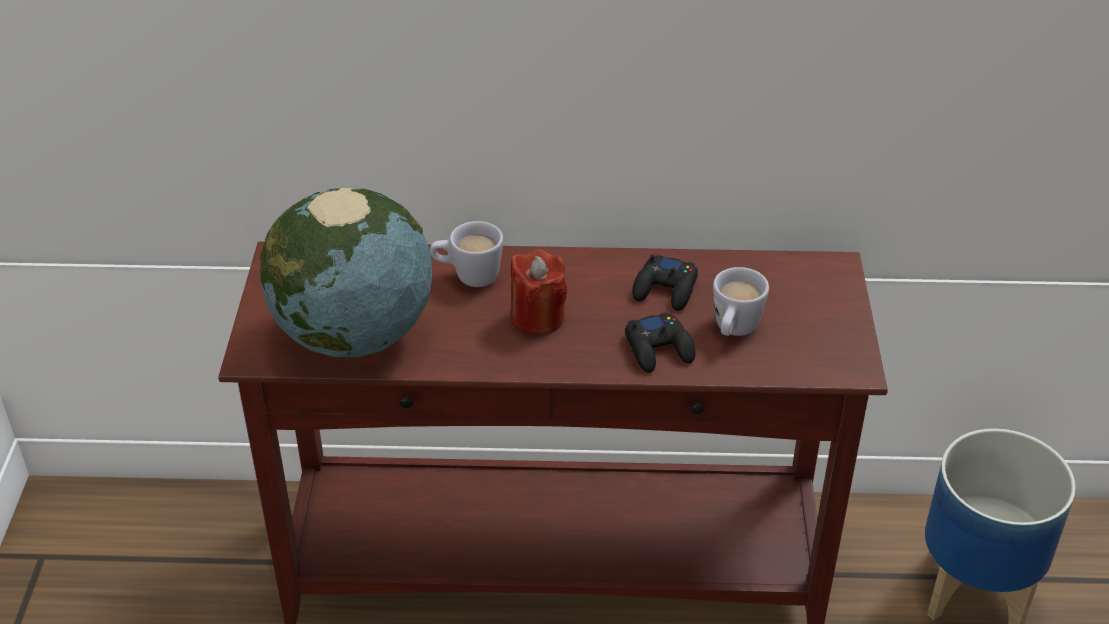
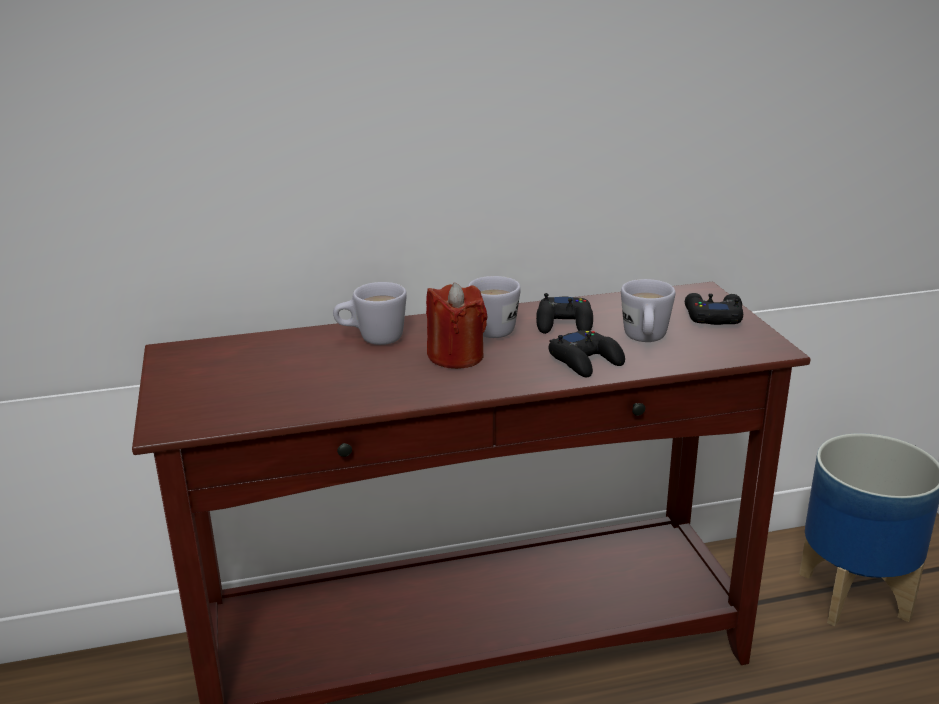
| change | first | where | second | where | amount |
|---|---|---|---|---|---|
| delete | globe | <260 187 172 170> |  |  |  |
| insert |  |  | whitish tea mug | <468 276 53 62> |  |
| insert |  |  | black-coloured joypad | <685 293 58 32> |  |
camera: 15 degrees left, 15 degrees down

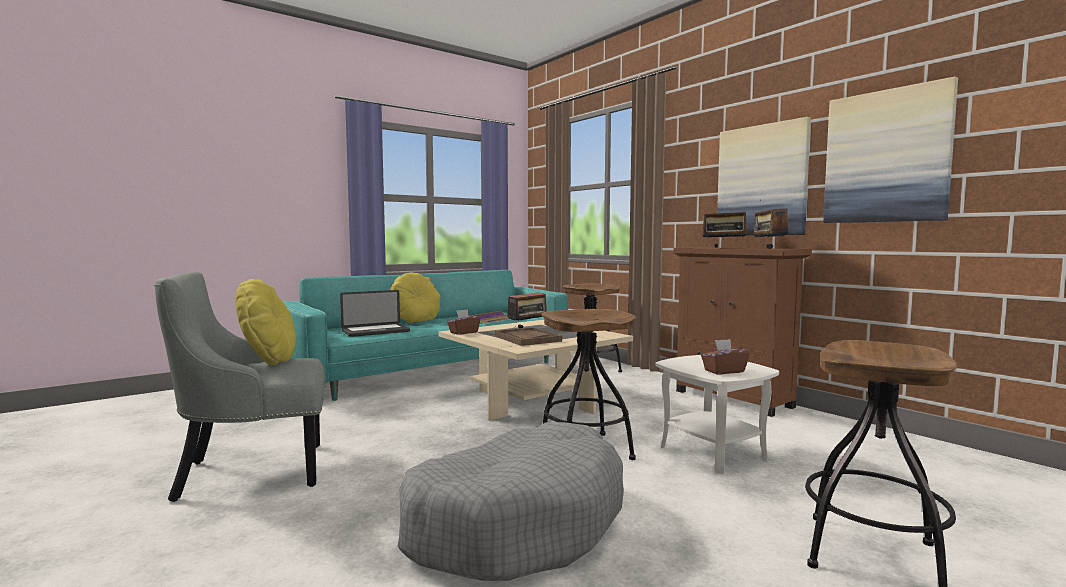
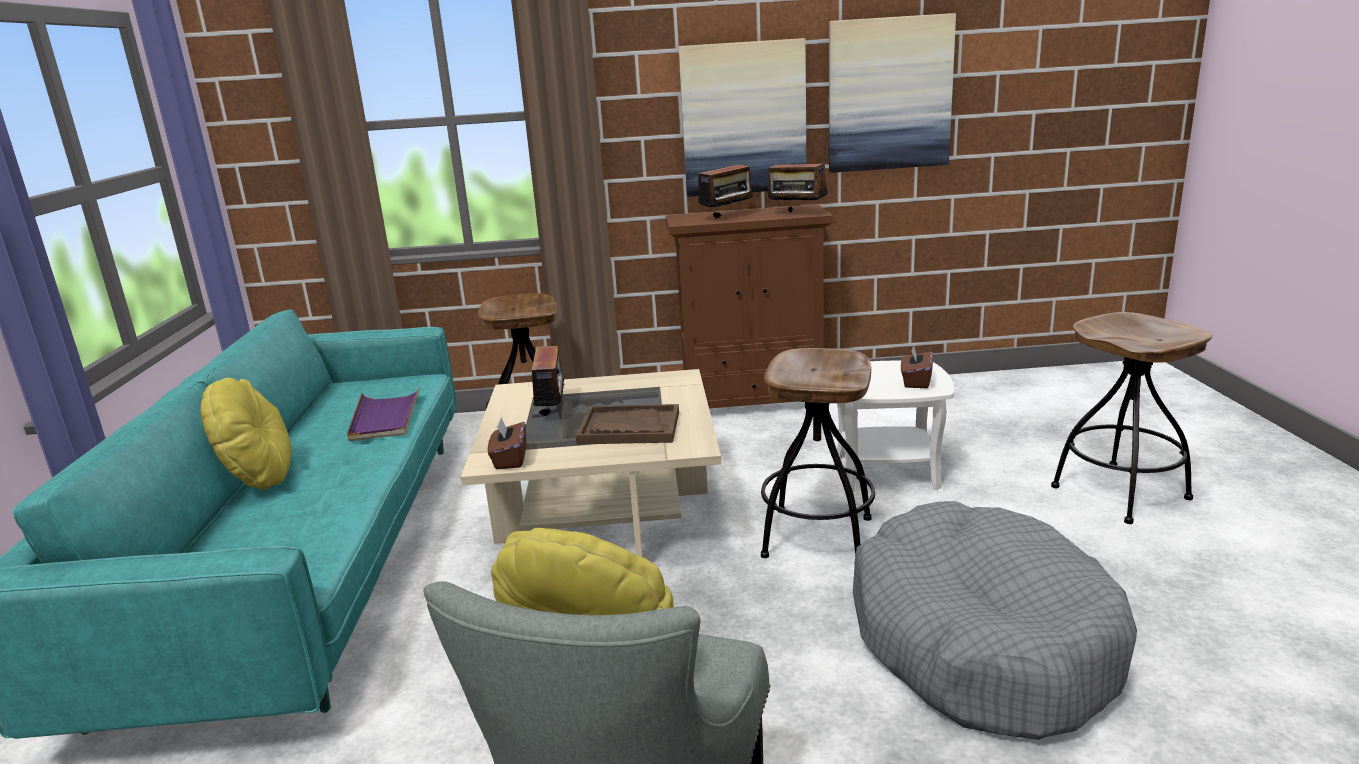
| change | first | where | second | where | amount |
|---|---|---|---|---|---|
| delete | portable computer | <340 290 70 47> |  |  |  |
camera: 55 degrees left, 15 degrees up

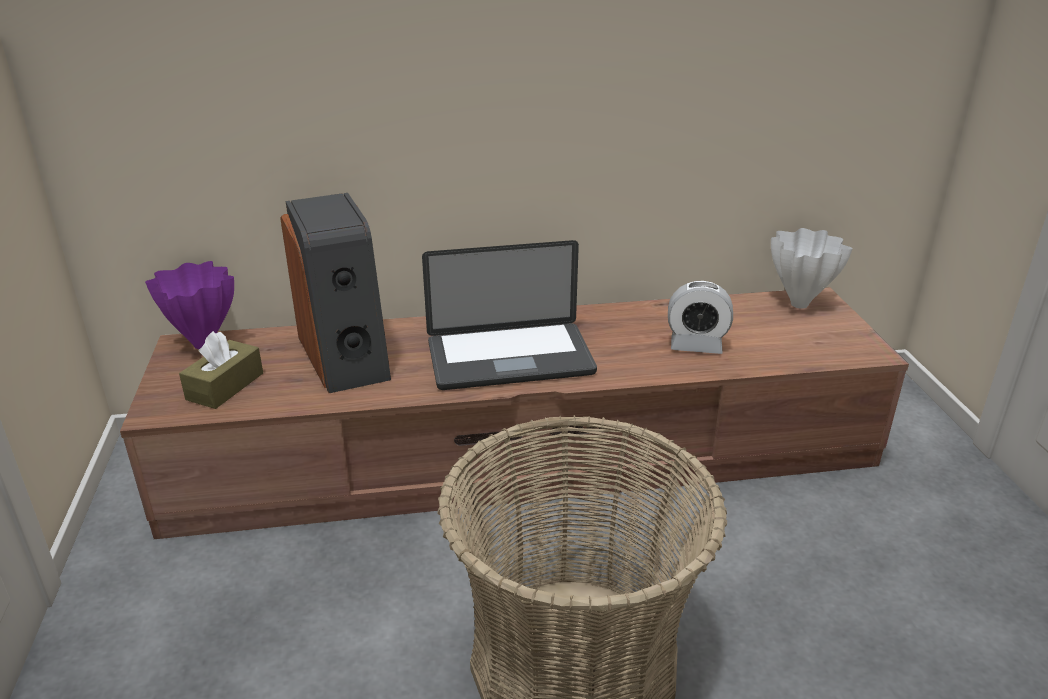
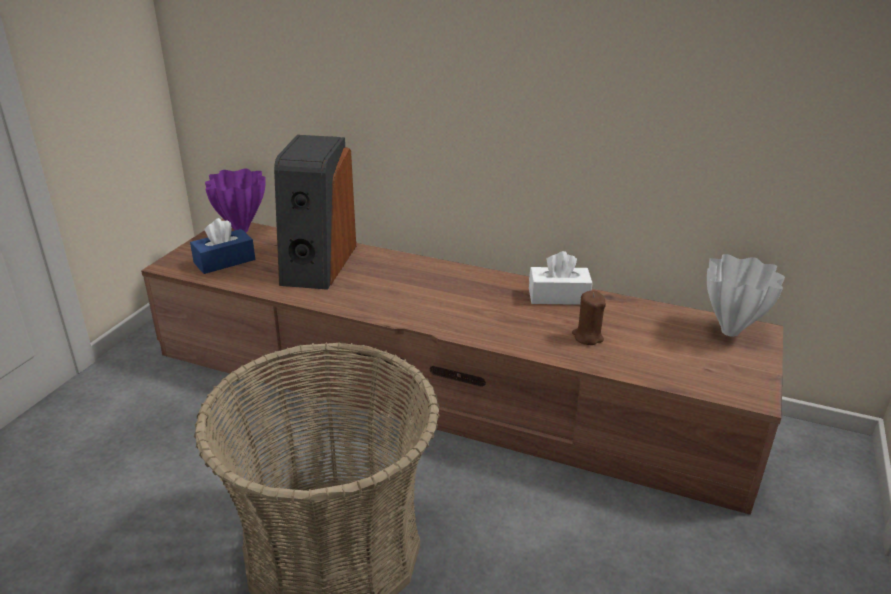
| change | first | where | second | where | amount |
|---|---|---|---|---|---|
| delete | portable computer | <422 240 175 150> |  |  |  |
| replace | alarm clock | <668 281 65 73> | brownish wax light | <572 291 34 54> |  |
| recolor | brownish tissue box | <179 331 84 78> | bluish tissue box | <190 218 65 56> |  |
| insert |  |  | whitish tissue box | <529 251 63 54> |  |
camera: 30 degrees right, 0 degrees up

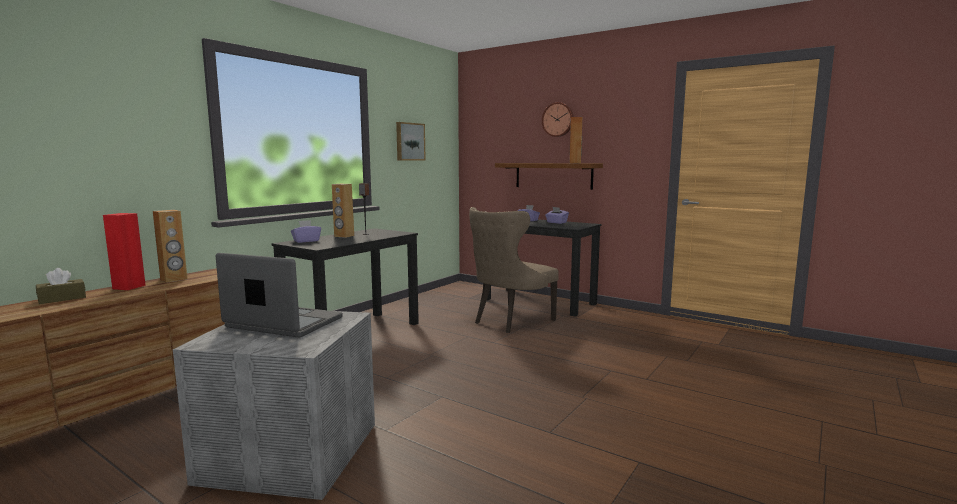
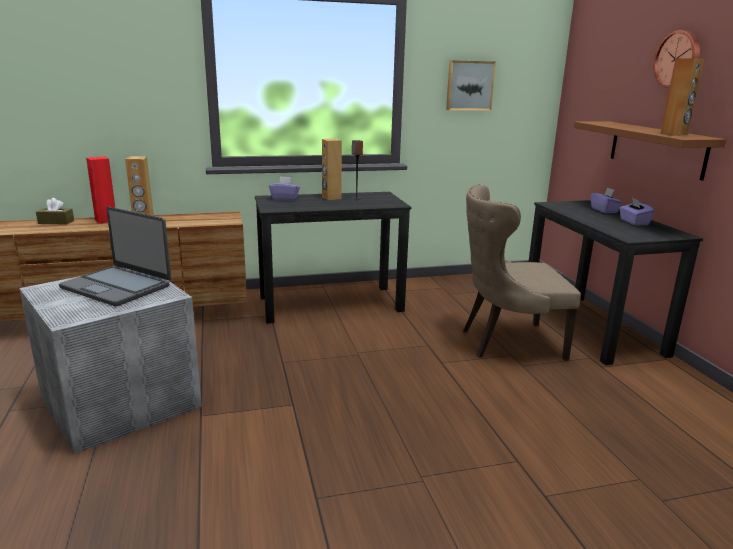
| change | first | where | second | where | amount |
|---|---|---|---|---|---|
| rotate | portable computer | <216 253 126 84> |  | <59 207 112 99> | 150 degrees clockwise |
camera: 40 degrees right, 10 degrees up

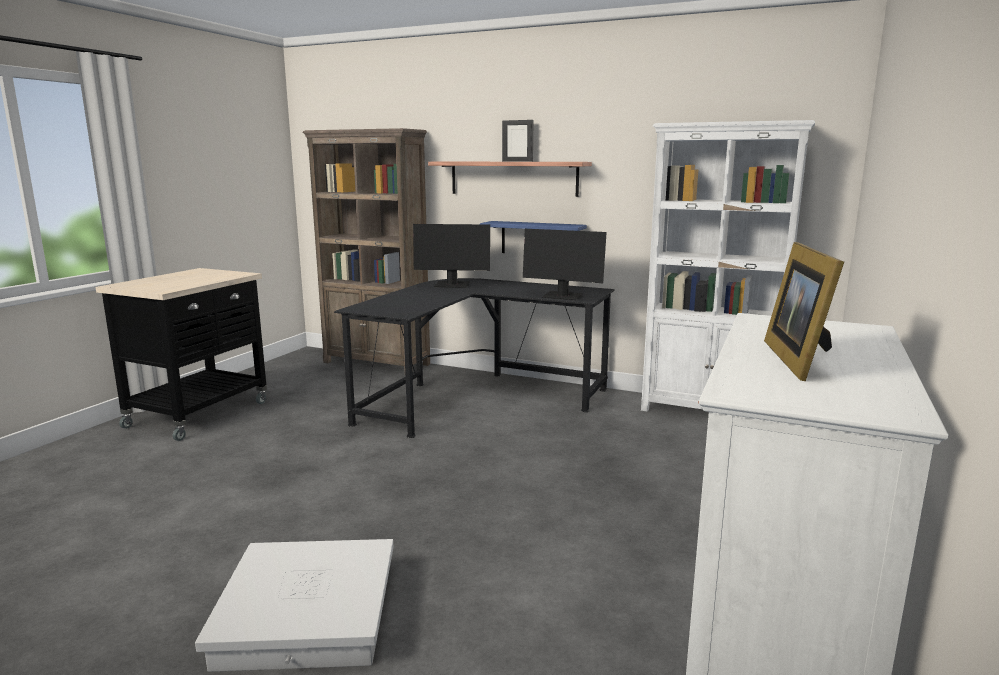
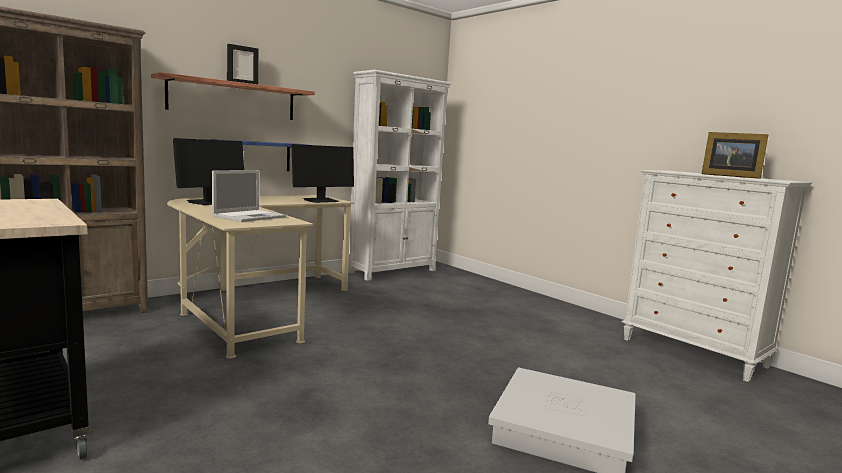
| change | first | where | second | where | amount |
|---|---|---|---|---|---|
| recolor | black-coloured desk unit | <334 278 281 160> | beige-coloured desk unit | <167 195 187 164> |  |
| insert |  |  | portable computer | <212 170 74 52> |  |
camera: 65 degrees left, 5 degrees down

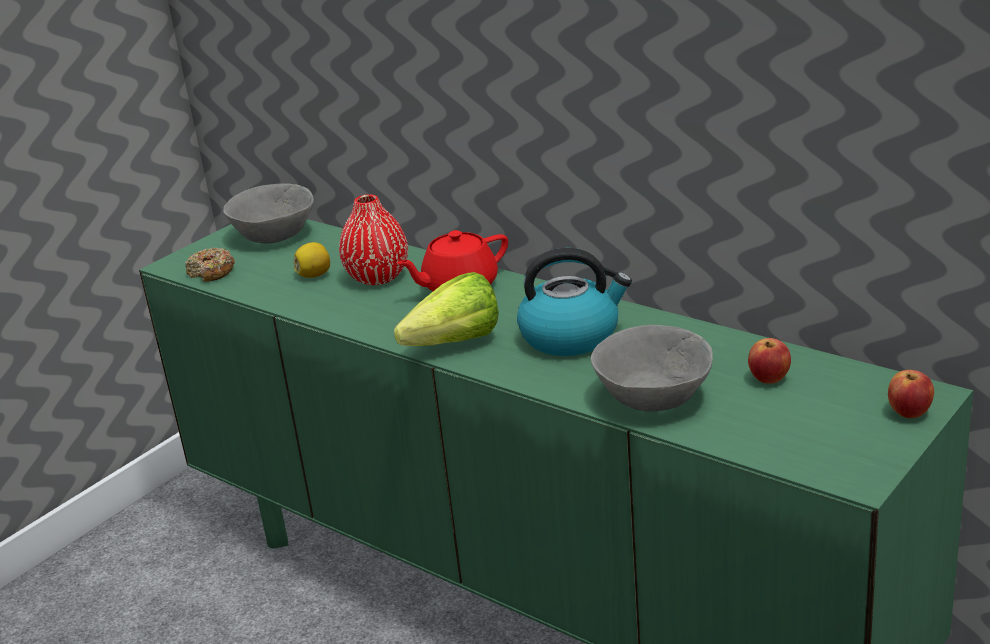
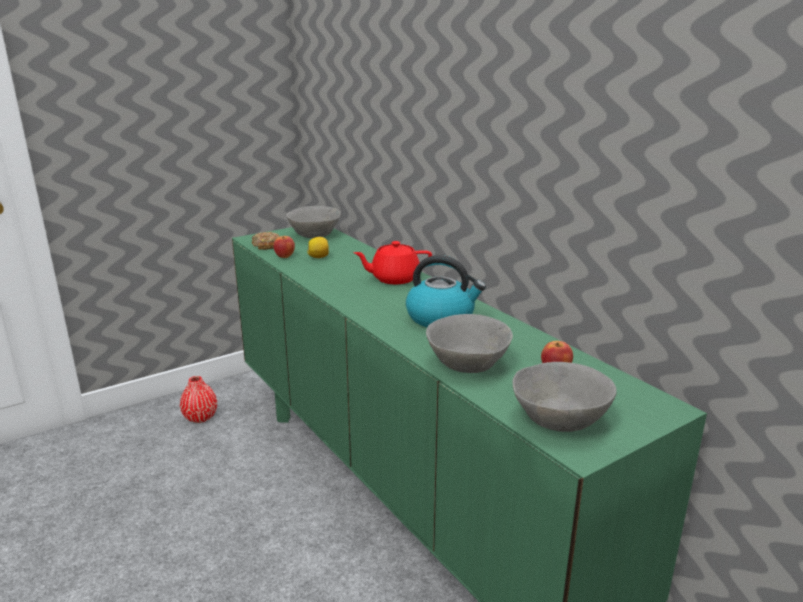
| change | first | where | second | where | amount |
|---|---|---|---|---|---|
| move | red flower vase | <339 194 69 91> |  | <180 376 37 47> |  |
| delete | lettuce | <394 272 105 74> |  |  |  |
| move | whole apple | <888 370 46 48> |  | <274 236 21 22> |  |
| insert |  |  | greyish serving bowl | <512 362 105 70> |  |
camera: 15 degrees right, 5 degrees down

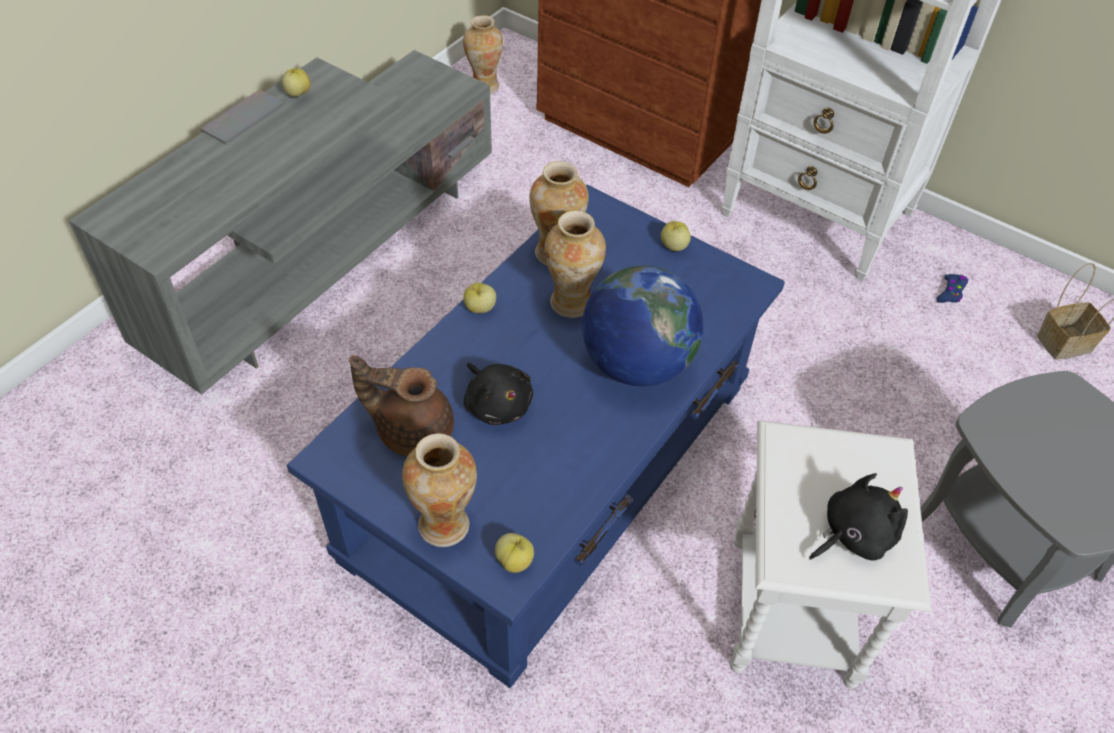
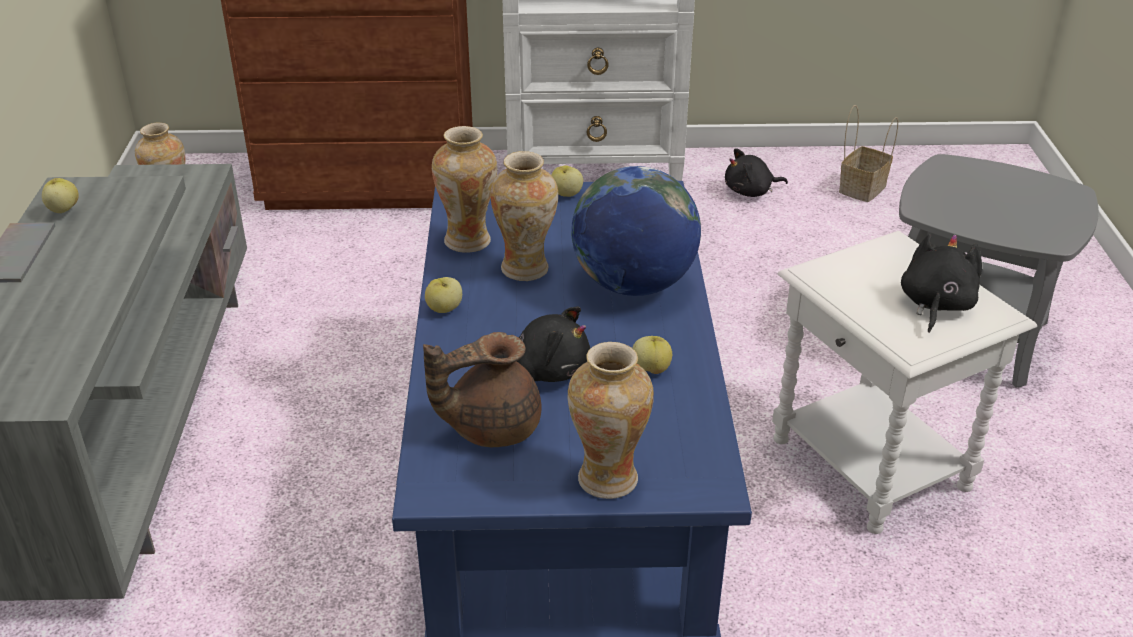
| change | first | where | second | where | amount |
|---|---|---|---|---|---|
| replace | bluish joypad | <937 274 31 29> | black-coloured soft toy | <725 148 63 49> |  |
| move | whole apple | <495 533 39 40> |  | <632 336 40 38> |  |
camera: 35 degrees left, 15 degrees down

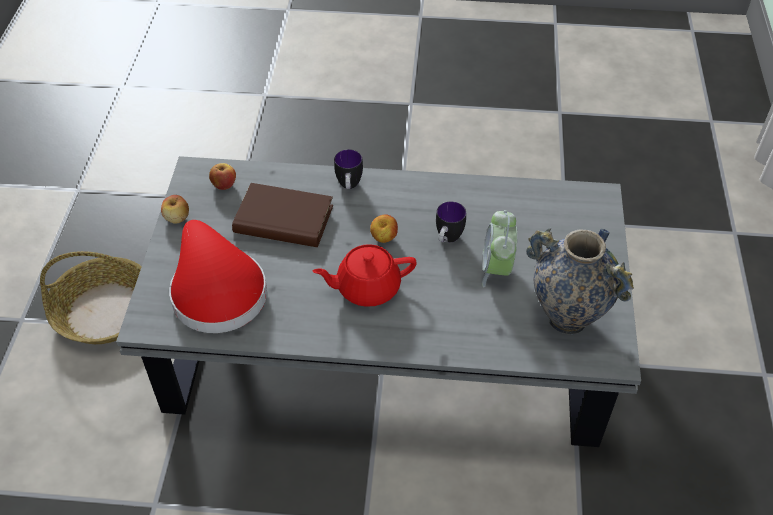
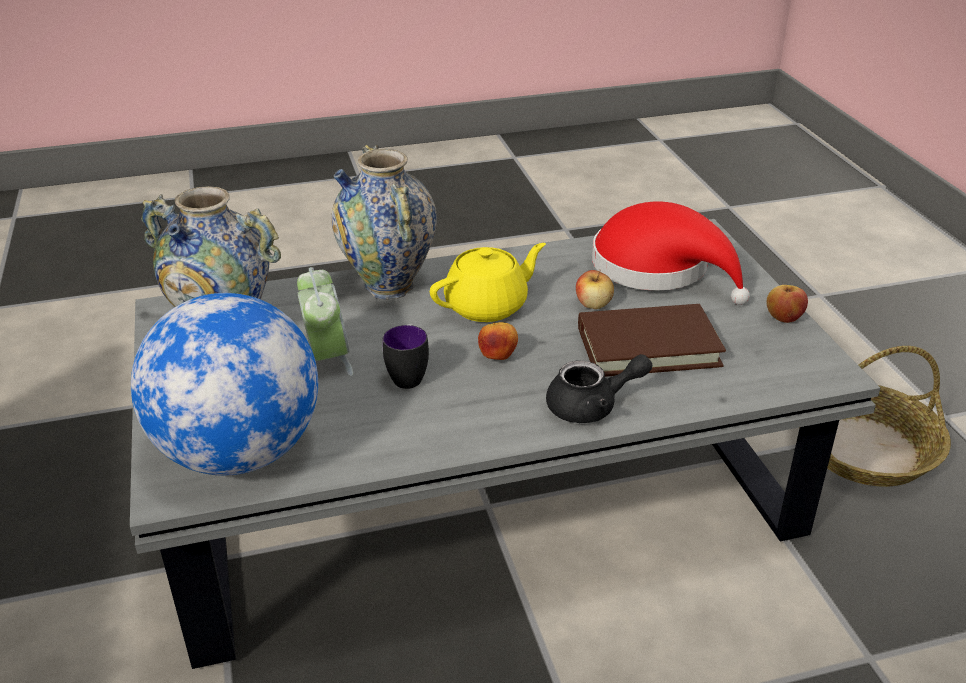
| change | first | where | second | where | amount |
|---|---|---|---|---|---|
| replace | tea mug | <334 149 29 40> | black-coloured tea pot | <546 354 106 69> |  |
| move | whole apple | <209 163 27 27> |  | <576 270 38 39> |  |
| recolor | red tea pot | <312 244 105 63> | yellow-coloured tea pot | <430 243 116 79> |  |
| insert |  |  | flower vase | <331 145 106 155> |  |
| insert |  |  | globe | <131 293 187 183> |  |
camera: 160 degrees right, 15 degrees down

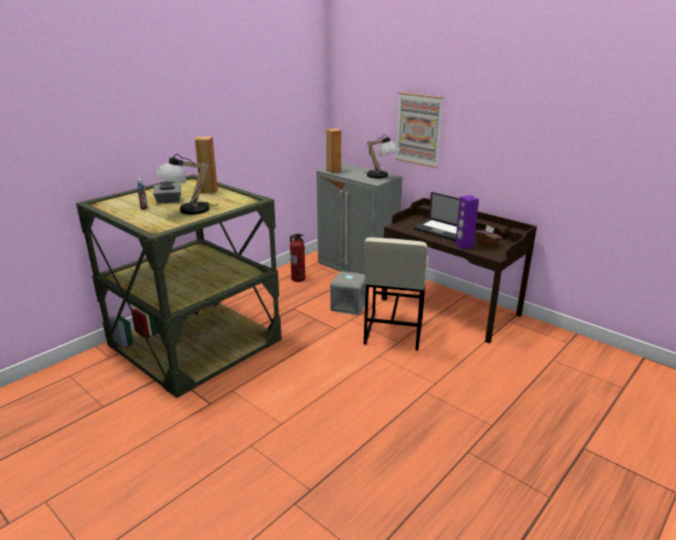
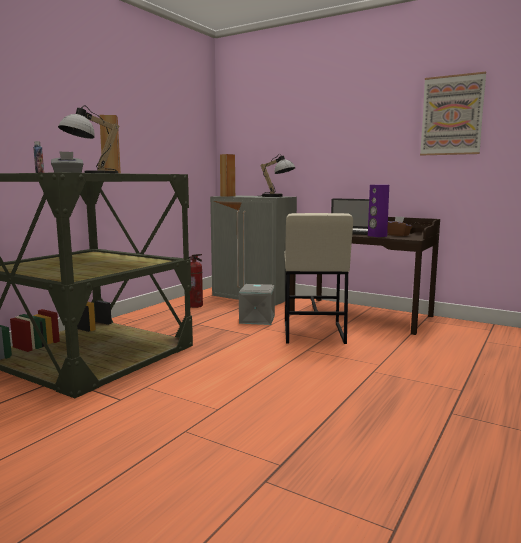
| change | first | where | second | where | amount |
|---|---|---|---|---|---|
| move | picture | <395 92 48 76> |  | <420 72 66 84> |  |
camera: 10 degrees left, 15 degrees down

